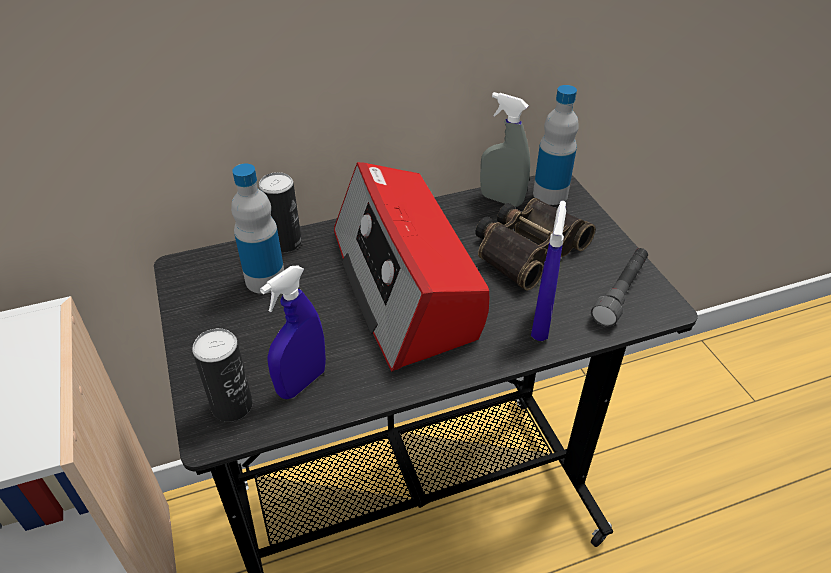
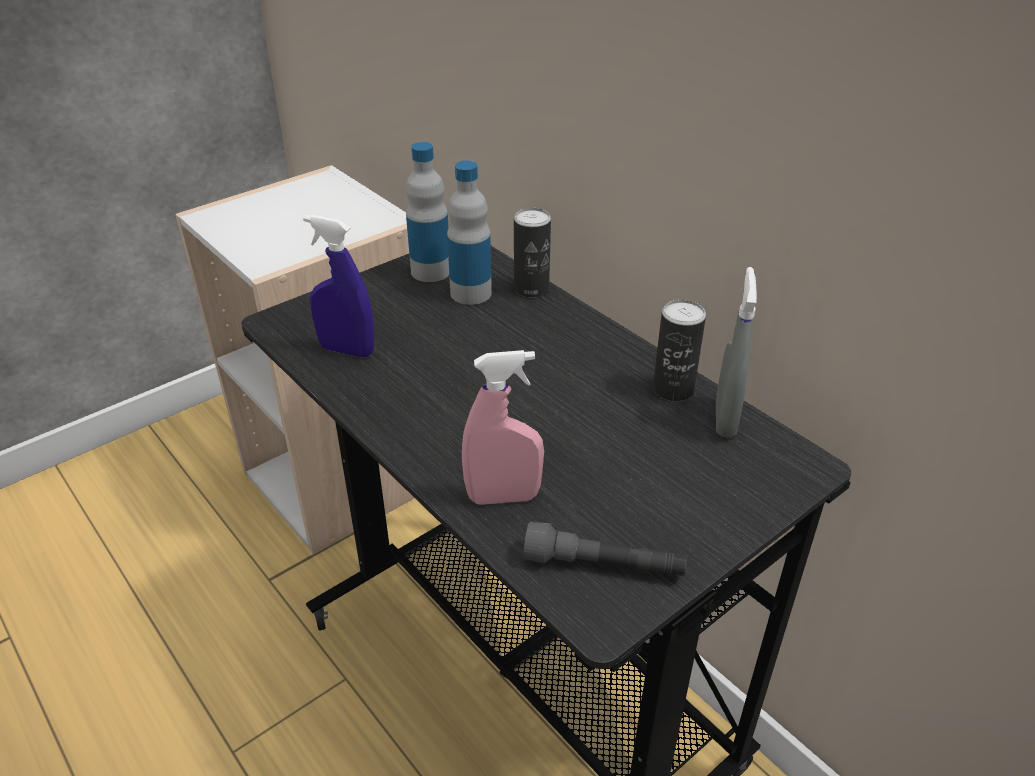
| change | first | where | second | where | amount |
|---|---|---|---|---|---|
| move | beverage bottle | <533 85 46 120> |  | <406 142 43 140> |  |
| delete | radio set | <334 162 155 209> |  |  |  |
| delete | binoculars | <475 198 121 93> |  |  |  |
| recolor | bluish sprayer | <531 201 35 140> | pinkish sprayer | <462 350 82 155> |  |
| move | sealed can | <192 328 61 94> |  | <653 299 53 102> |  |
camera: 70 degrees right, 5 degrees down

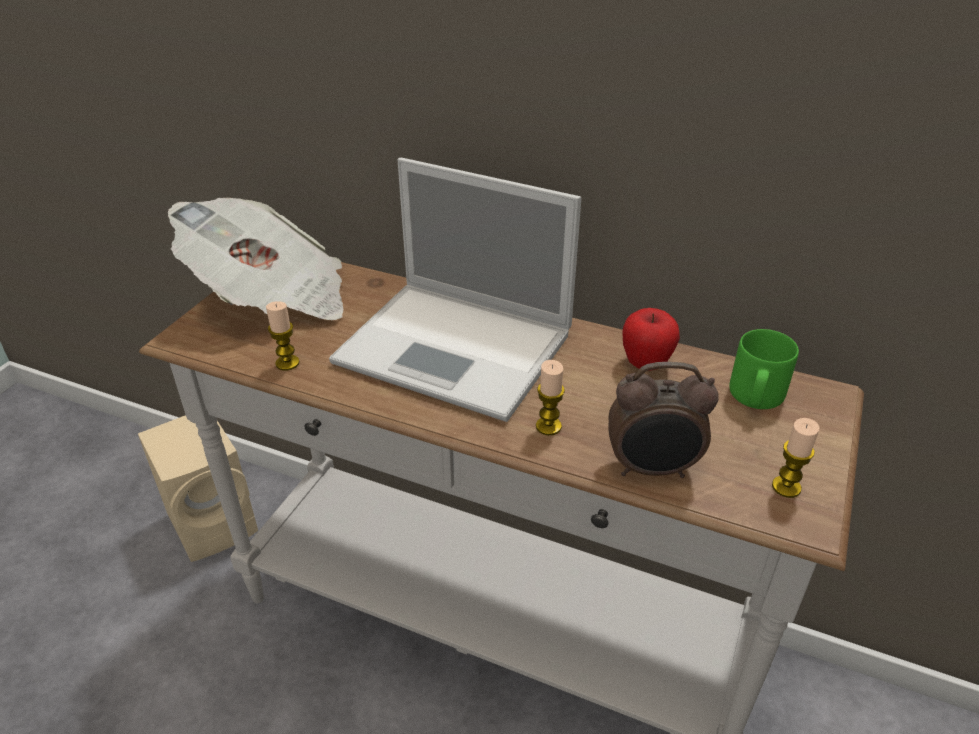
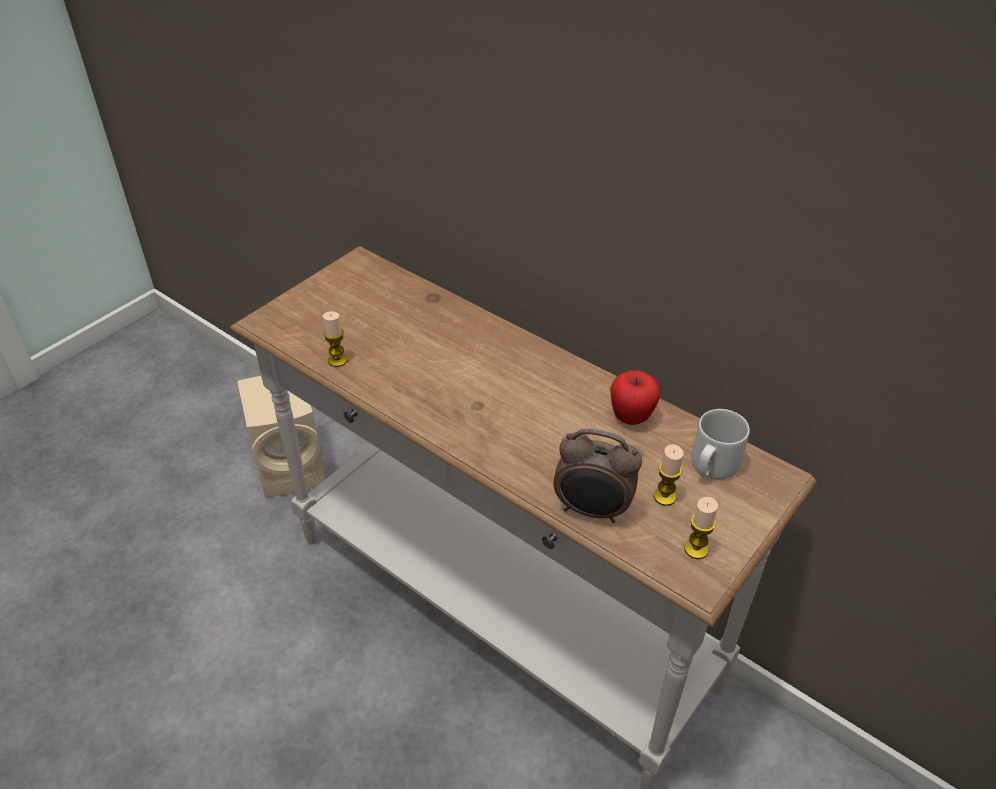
| change | first | where | second | where | amount |
|---|---|---|---|---|---|
| delete | portable computer | <329 158 252 264> |  |  |  |
| delete | newspaper | <168 198 176 122> |  |  |  |
| recolor | green-coloured tea mug | <729 329 70 80> | greyish tea mug | <691 409 59 71> |  |
| move | wax light | <536 360 29 75> |  | <654 444 30 62> |  |
camera: 15 degrees right, 5 degrees up

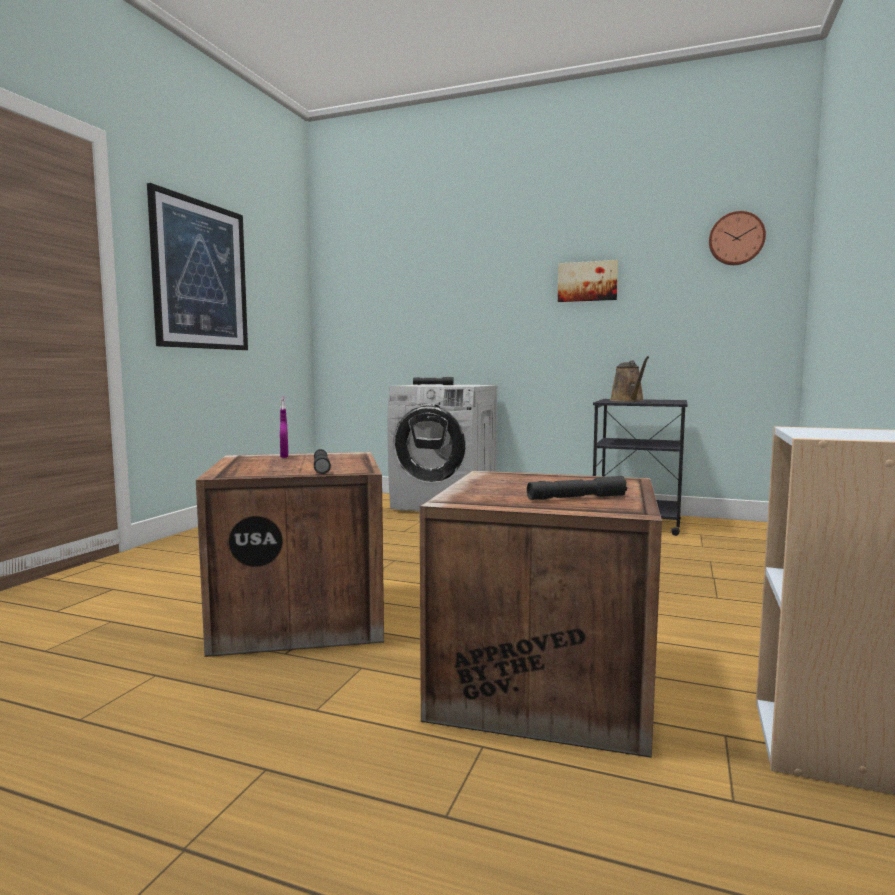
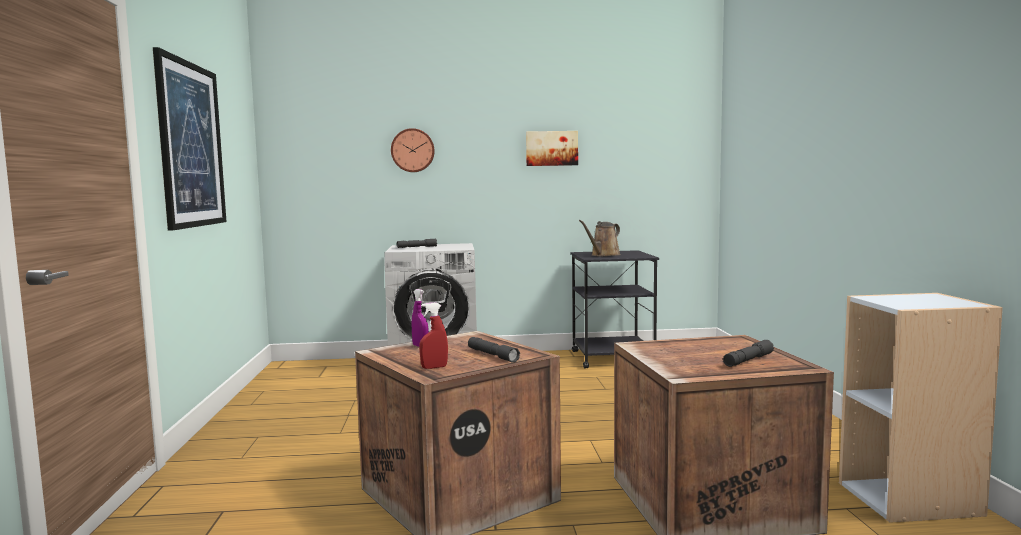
| change | first | where | second | where | amount |
|---|---|---|---|---|---|
| move | clock on the wall | <709 211 57 54> |  | <391 128 44 44> |  |
| rotate | brownish sprinkling can | <610 356 39 46> |  | <579 220 42 37> | 75 degrees clockwise |
| insert |  |  | red sprayer | <419 302 29 67> |  |
camera: 25 degrees left, 0 degrees up

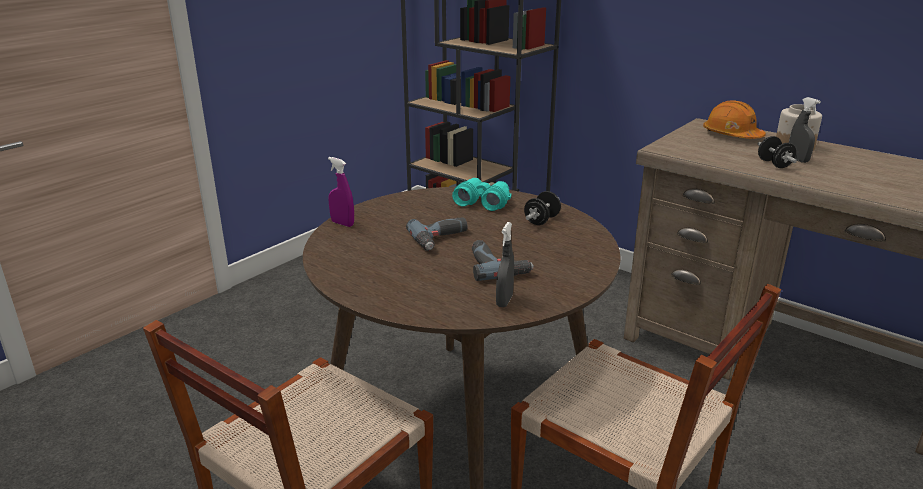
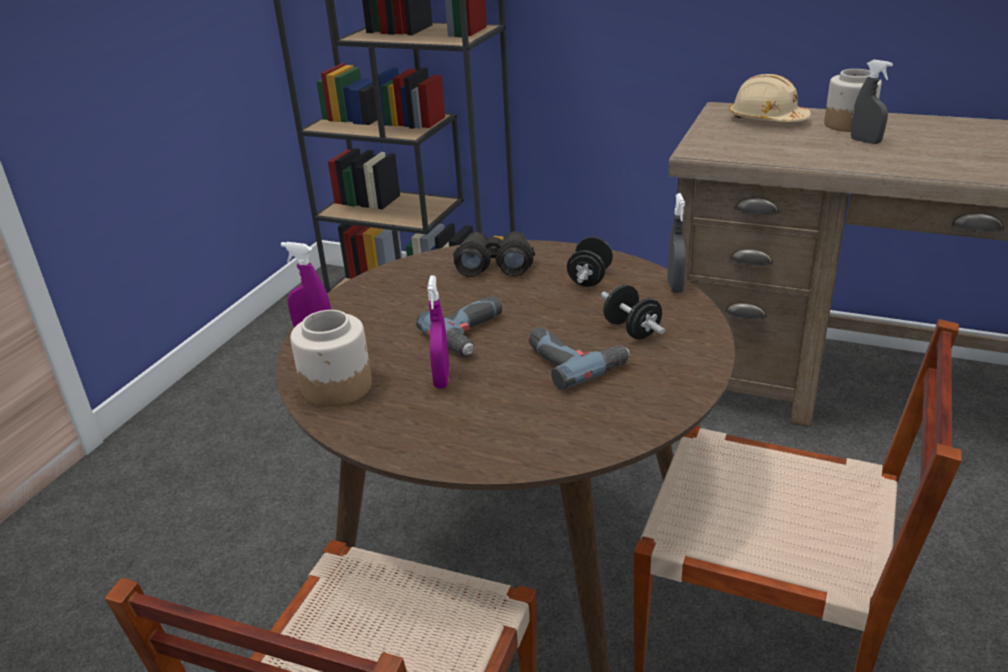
| change | first | where | second | where | amount |
|---|---|---|---|---|---|
| recolor | orange hard hat | <703 100 63 39> | beige-coloured hard hat | <729 74 82 48> |  |
| move | black-coloured dumbbell | <757 136 40 32> |  | <601 285 64 54> |  |
| recolor | turquoise-coloured binoculars | <452 178 59 33> | black-coloured binoculars | <453 231 82 46> |  |
| move | greyish sprayer | <496 222 18 85> |  | <667 193 19 100> |  |
| insert |  |  | purple-coloured sprayer | <427 275 23 113> |  |
| insert |  |  | preserve jar | <290 310 82 97> |  |
camera: 15 degrees left, 5 degrees up

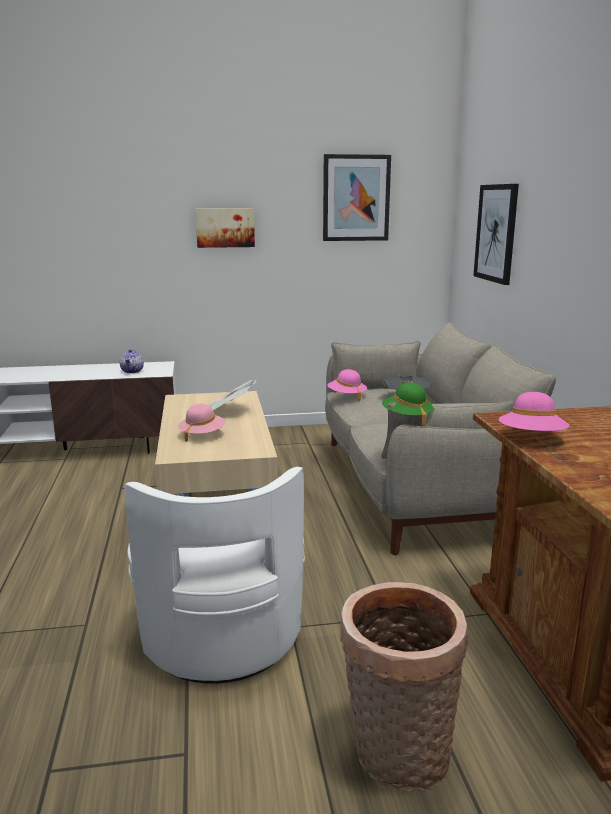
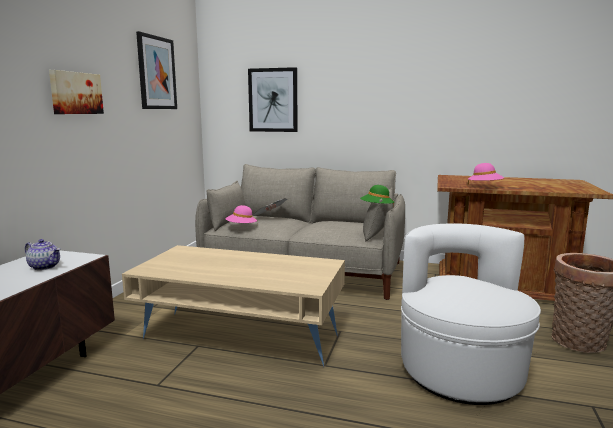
| change | first | where | second | where | amount |
|---|---|---|---|---|---|
| delete | newspaper | <208 380 48 30> |  |  |  |
| delete | pinkish clothing hat | <178 404 48 38> |  |  |  |
| rotate | whitish armchair | <125 467 180 217> |  | <401 224 140 181> | 105 degrees counterclockwise |
camera: 65 degrees left, 5 degrees down

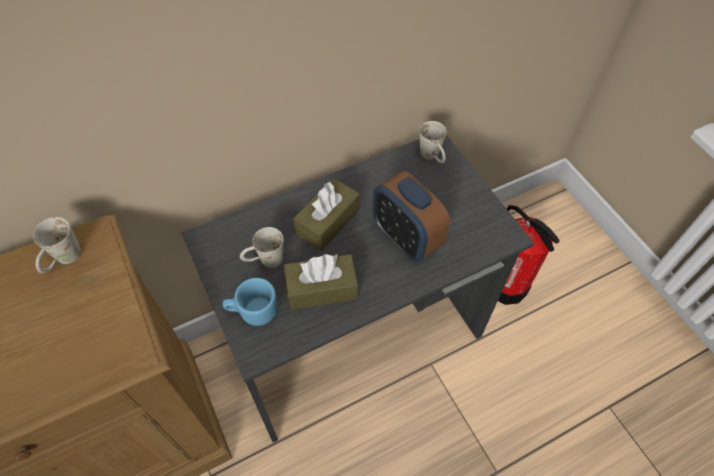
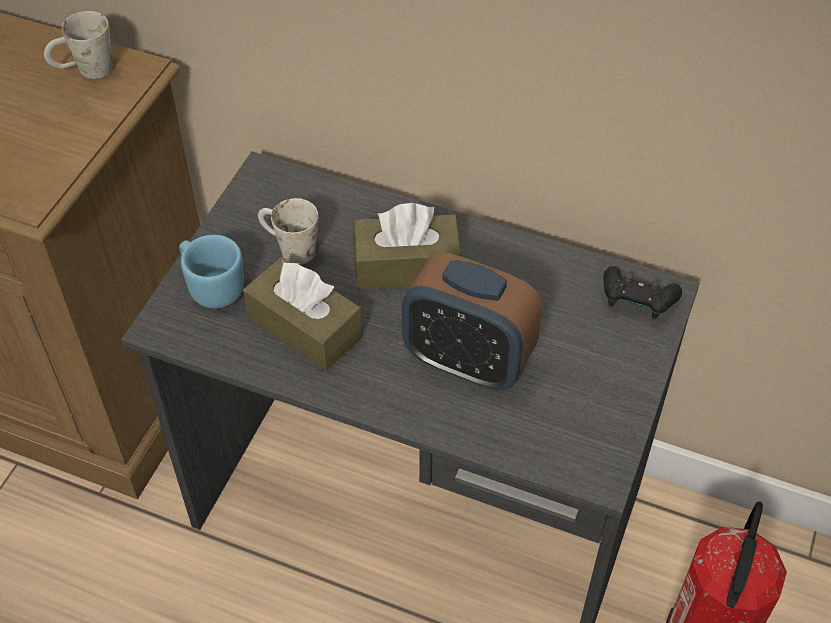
| change | first | where | second | where | amount |
|---|---|---|---|---|---|
| replace | whitish tea mug | <419 121 28 42> | black-coloured joypad | <603 266 79 53> |  |
| rotate | alarm clock | <373 171 77 91> |  | <402 252 140 138> | 75 degrees counterclockwise |
camera: 50 degrees right, 5 degrees down

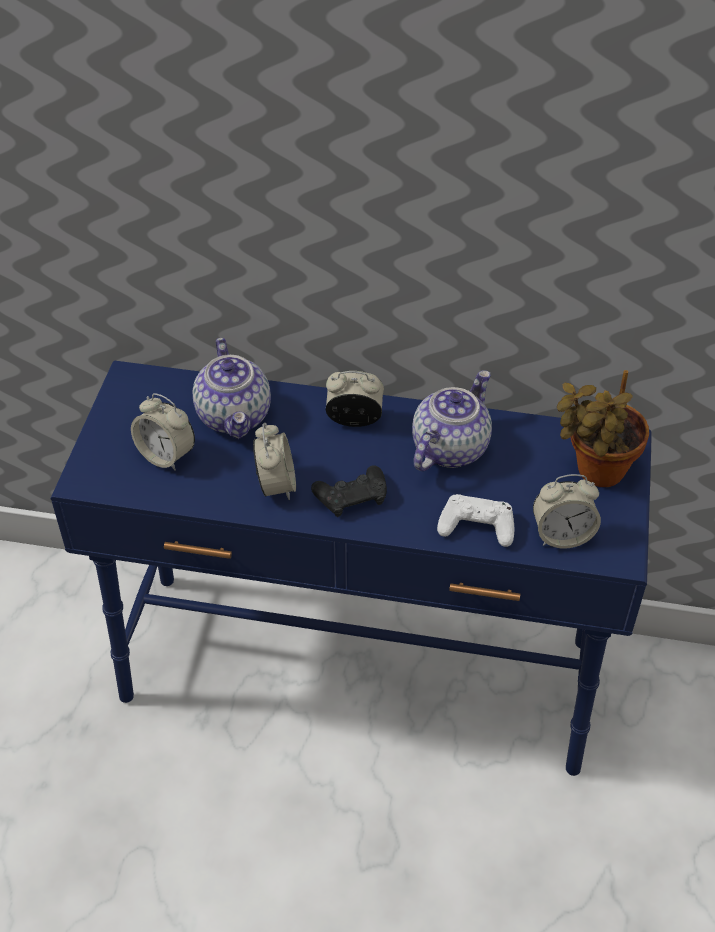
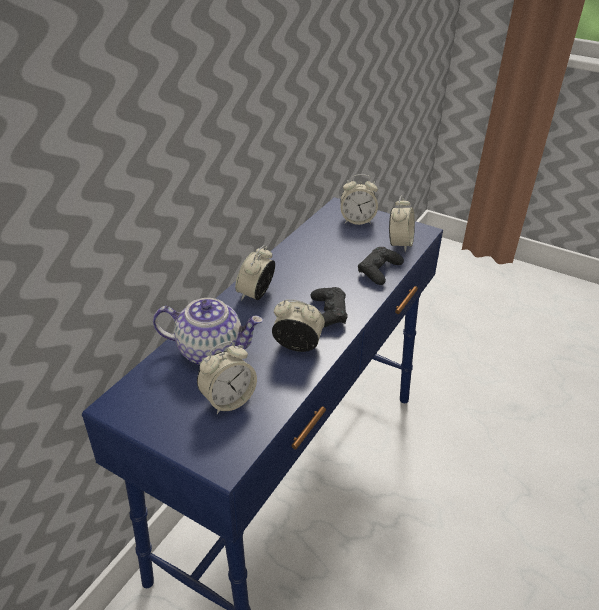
| change | first | where | second | where | amount |
|---|---|---|---|---|---|
| delete | tea pot | <412 370 80 101> |  |  |  |
| replace | houseplant | <557 370 92 117> | alarm clock | <340 174 38 51> |  |
| recolor | whitish joypad | <437 494 77 53> | black-coloured joypad | <358 247 46 38> |  |
camera: 70 degrees left, 10 degrees down

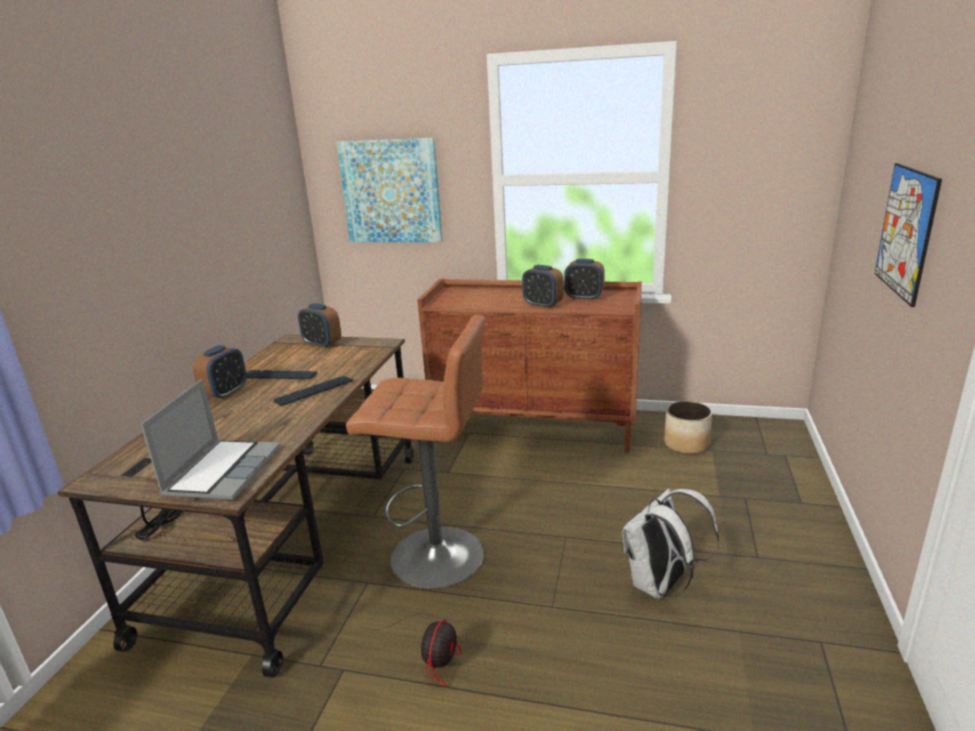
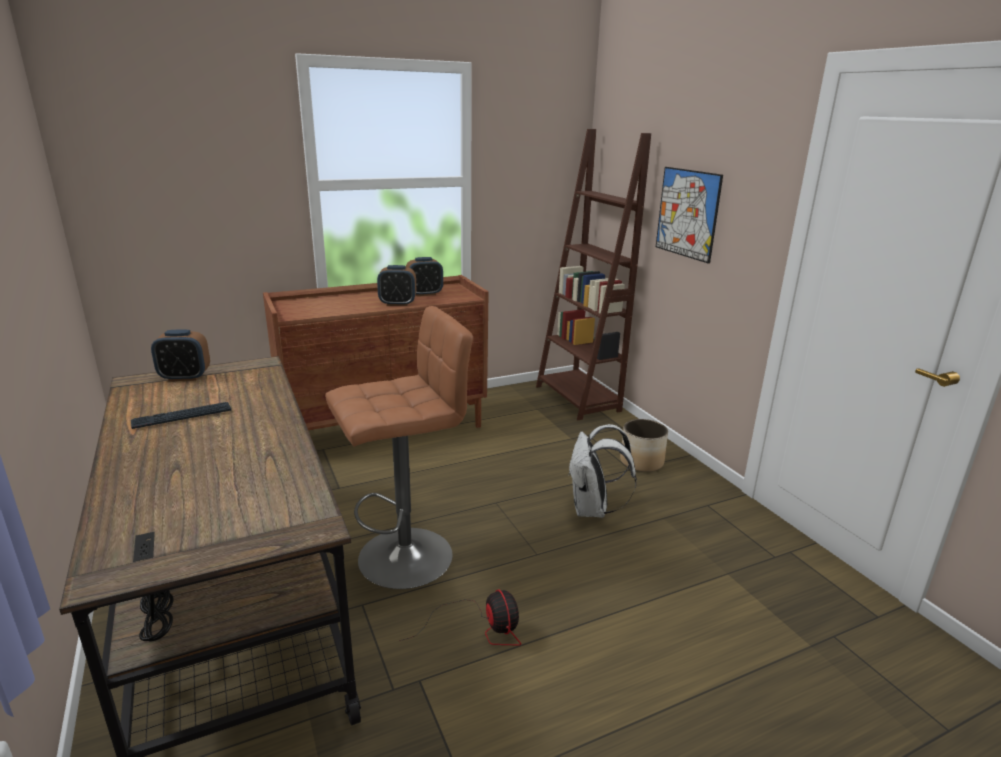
| change | first | where | second | where | amount |
|---|---|---|---|---|---|
| delete | picture | <336 138 107 104> |  |  |  |
| delete | alarm clock | <193 345 54 55> |  |  |  |
| delete | PC keyboard | <273 376 81 30> |  |  |  |
| delete | portable computer | <141 379 139 121> |  |  |  |
| move | planter | <664 401 48 53> |  | <620 419 48 53> |  |
| insert |  |  | brownish bookcase | <536 129 115 291> |  |
camera: 40 degrees left, 0 degrees up

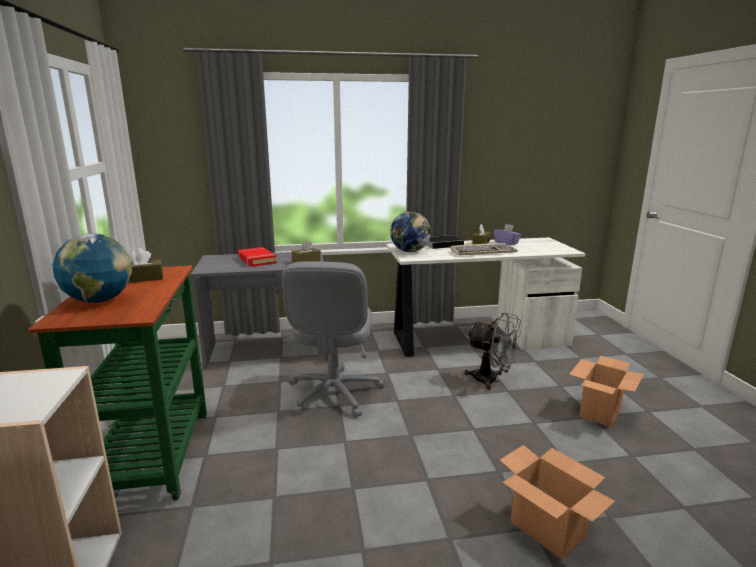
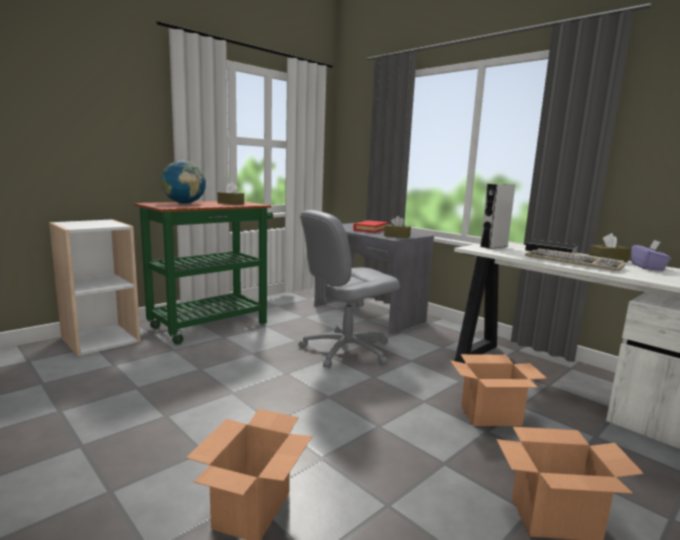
| change | first | where | second | where | amount |
|---|---|---|---|---|---|
| replace | globe | <390 211 41 41> | greyish audio speaker | <480 184 35 65> |  |
| replace | greyish cooling fan | <464 313 57 77> | packing box | <450 354 97 72> |  |
camera: 55 degrees right, 5 degrees down

